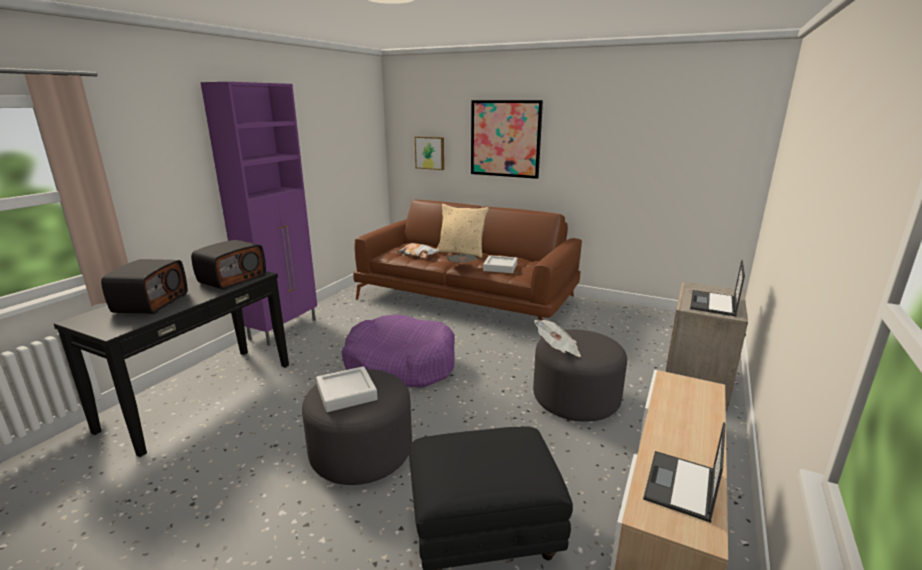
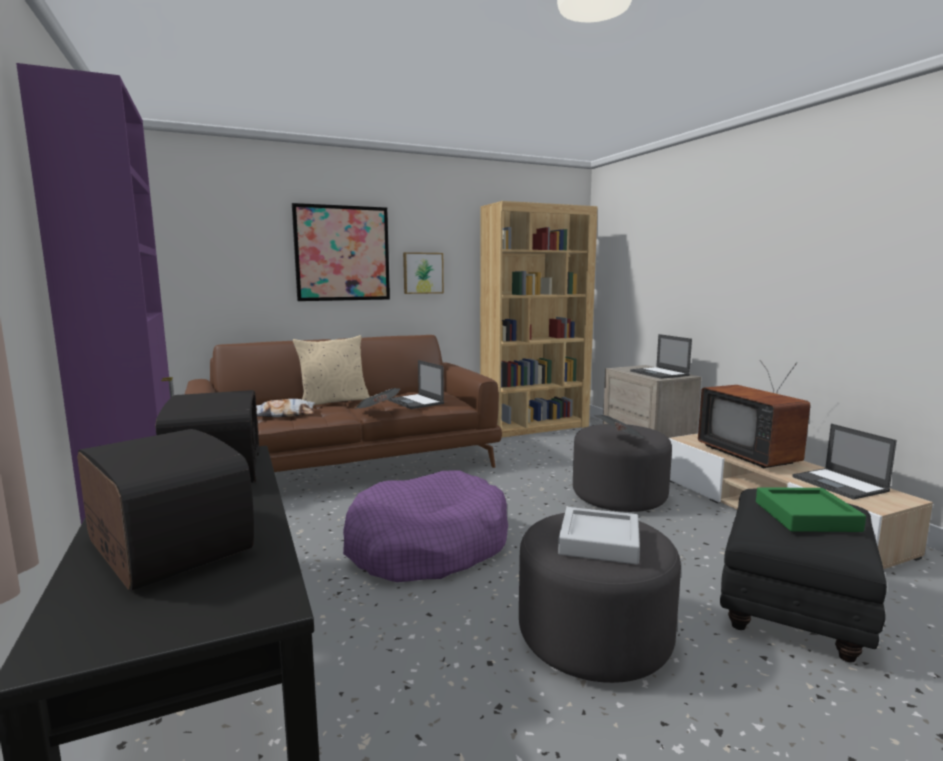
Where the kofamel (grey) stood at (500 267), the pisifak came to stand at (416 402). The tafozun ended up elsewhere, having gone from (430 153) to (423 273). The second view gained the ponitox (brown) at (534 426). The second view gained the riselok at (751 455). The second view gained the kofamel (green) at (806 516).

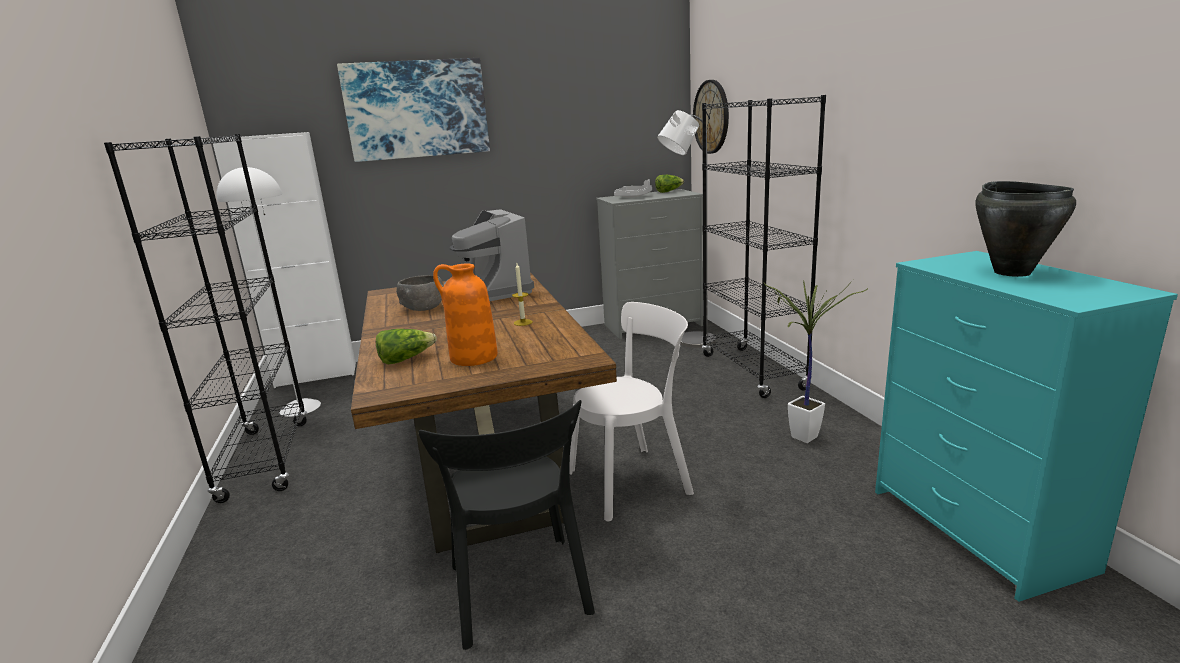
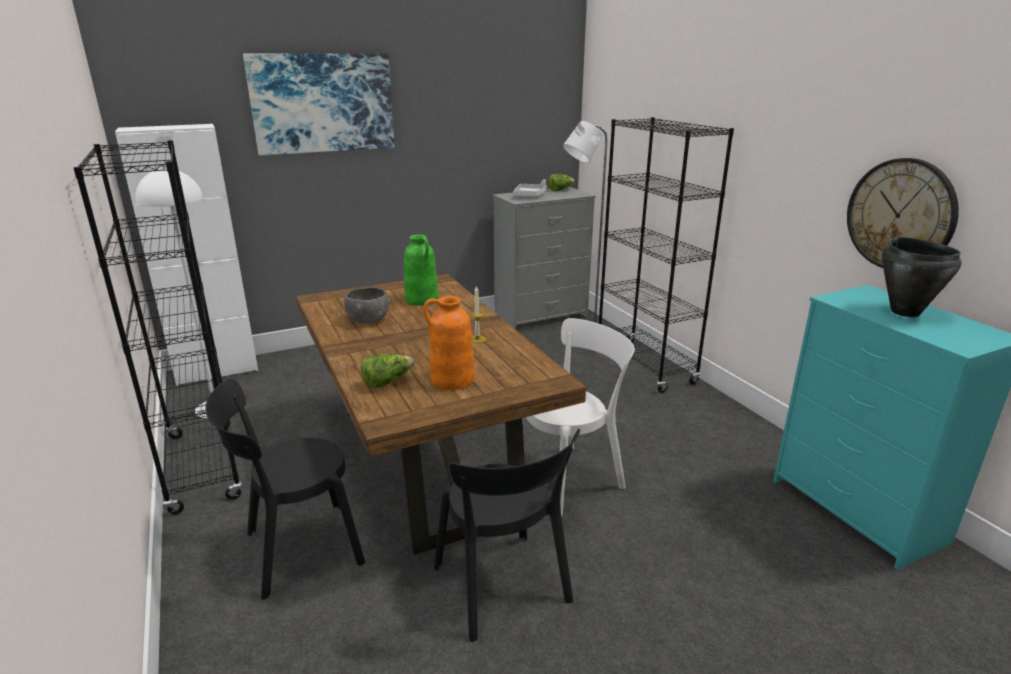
The second view gained the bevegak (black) at (297 549). Where the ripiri stood at (488 291), the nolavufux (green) came to stand at (422 300). The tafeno ended up elsewhere, having gone from (711 117) to (900 214). The second view lost the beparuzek at (801 434).

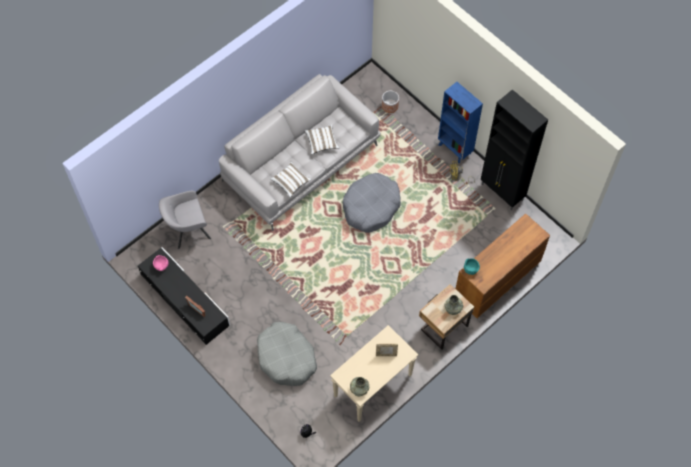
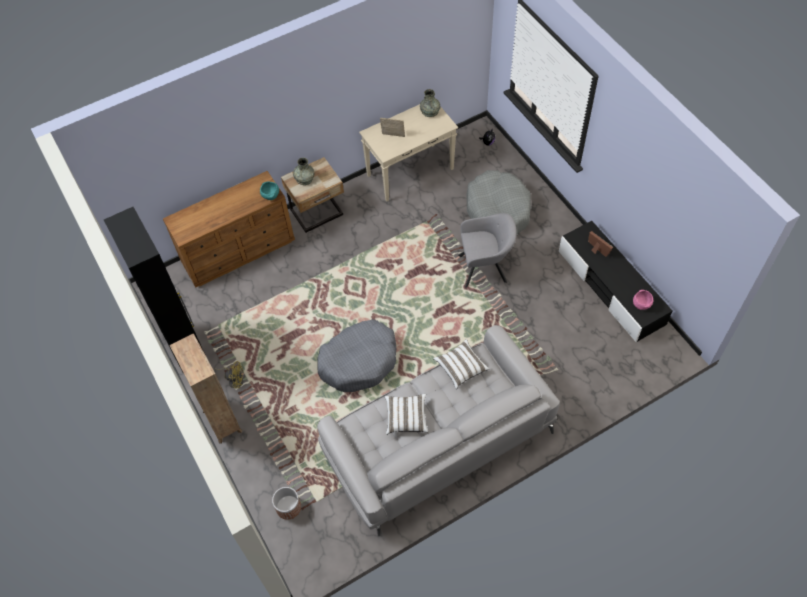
What was the ponitox (blue) at (455 149) turned into the ponitox (brown) at (222 420). The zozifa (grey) ended up elsewhere, having gone from (187 231) to (485 268).

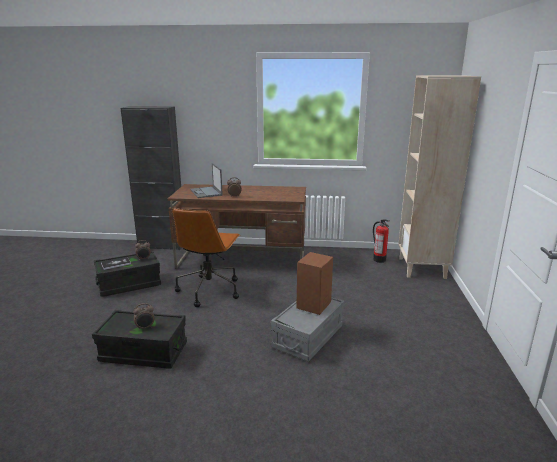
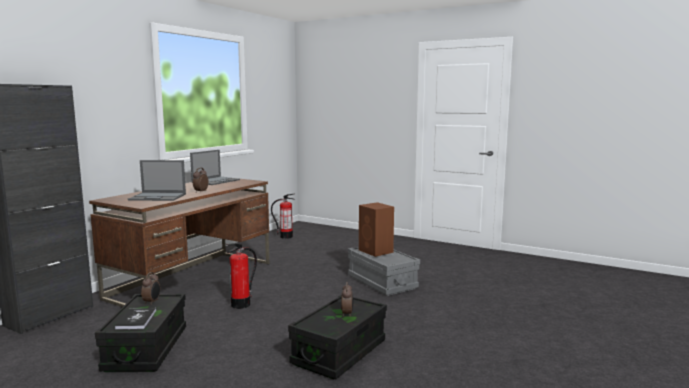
The second view gained the pisifak at (216 181). Where the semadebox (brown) stood at (209 290), the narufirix came to stand at (241 305). The second view lost the ponitox (beige) at (422 268).

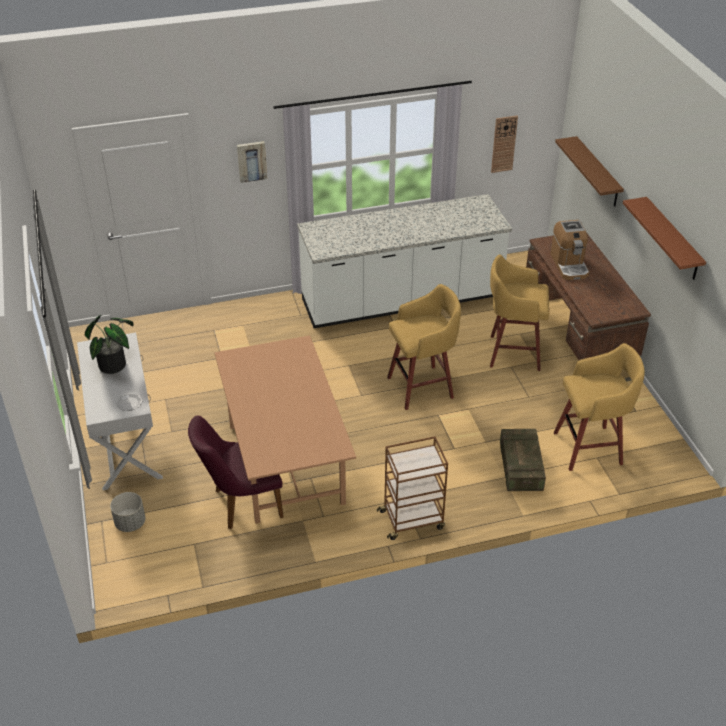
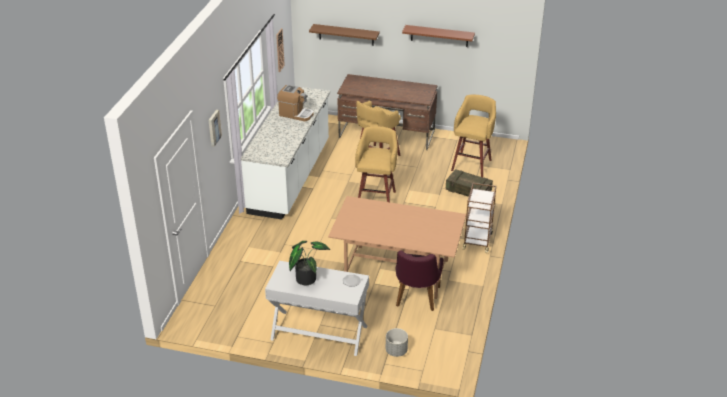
The ripiri ended up elsewhere, having gone from (569 265) to (296 114).

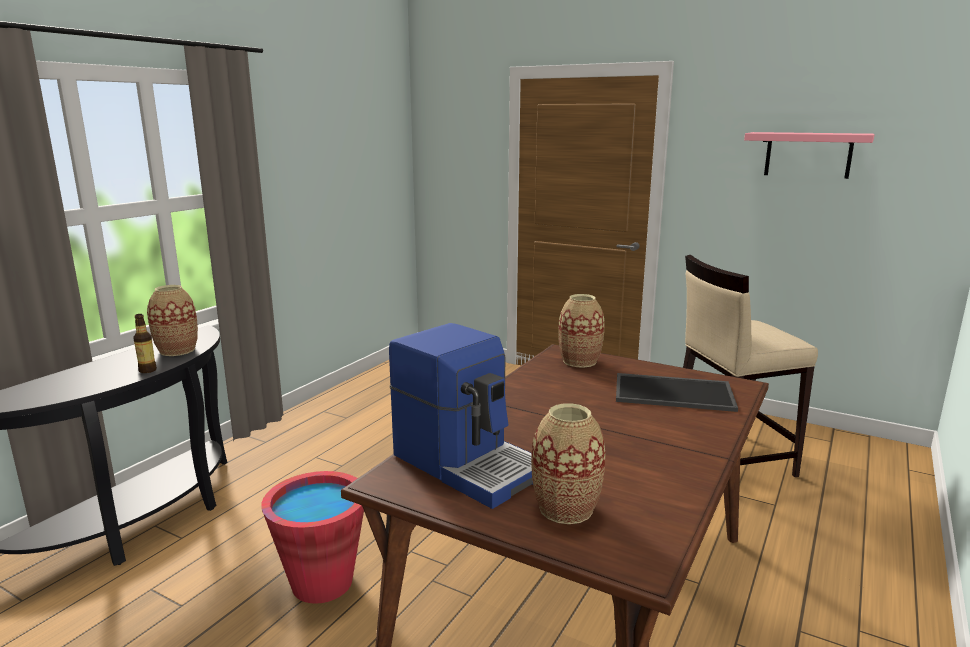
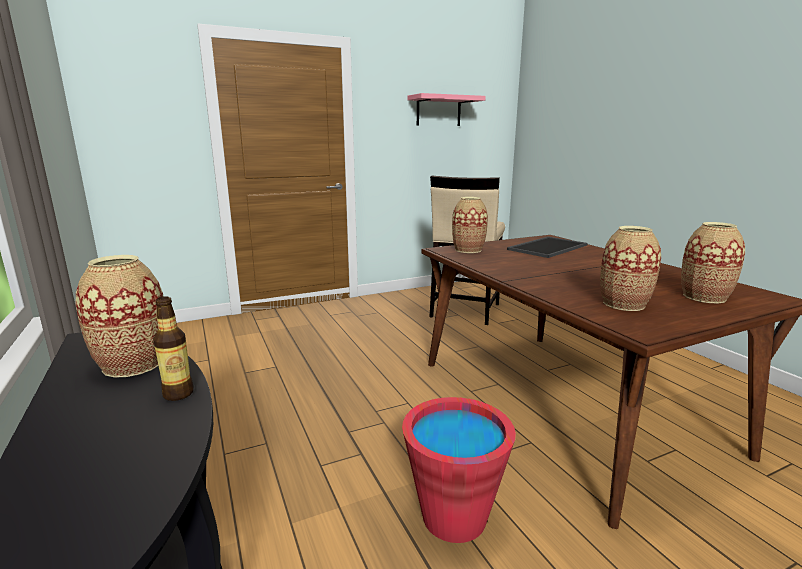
Where the ripiri stood at (469 463), the nolavufux came to stand at (623 304).

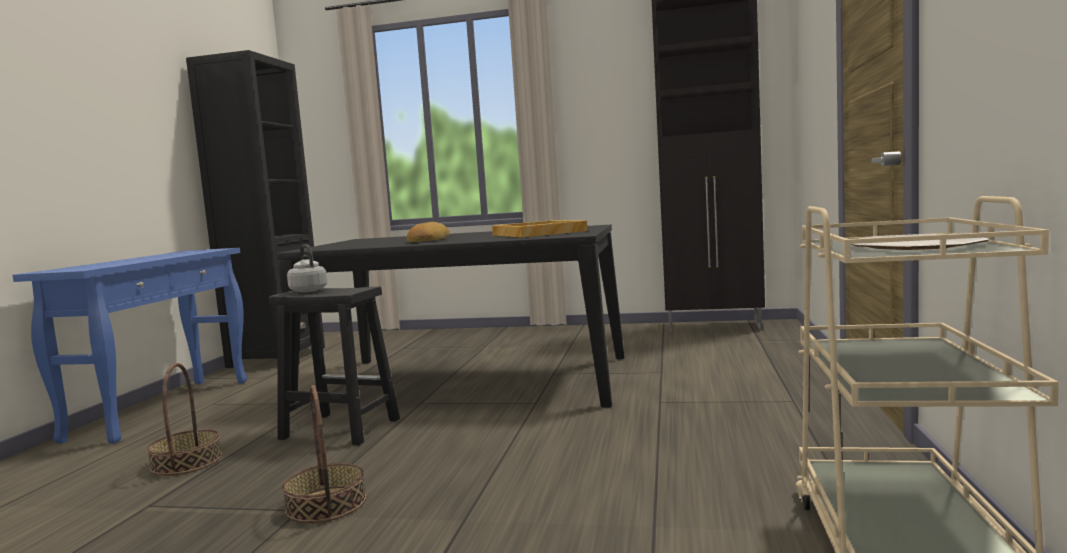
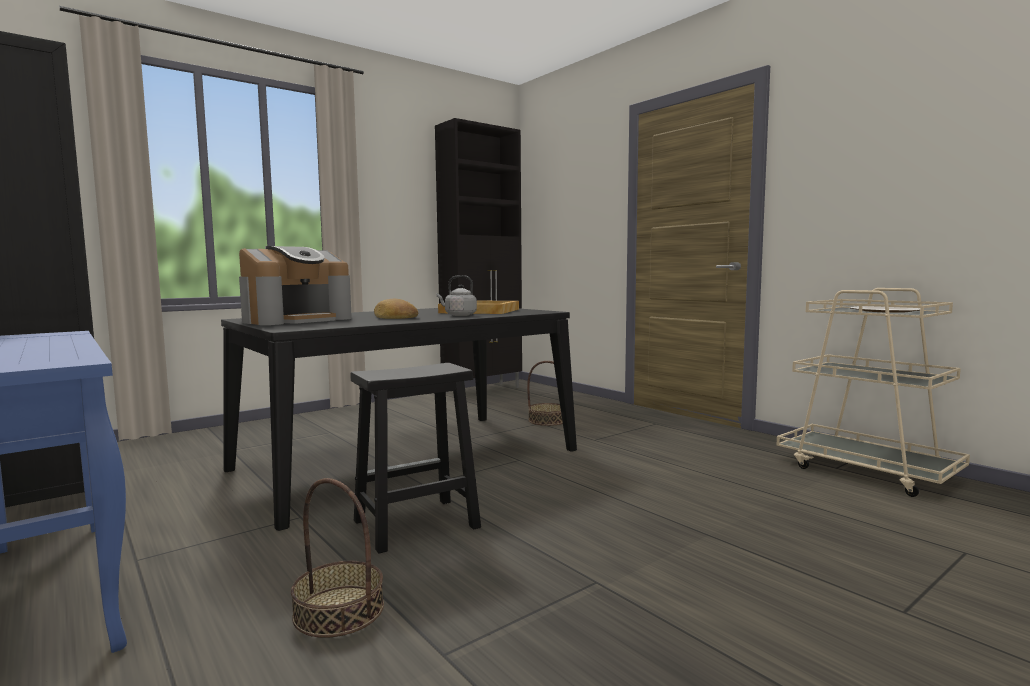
The second view gained the ripiri at (297 320). The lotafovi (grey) ended up elsewhere, having gone from (307 290) to (458 315). The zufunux ended up elsewhere, having gone from (326 504) to (547 420).

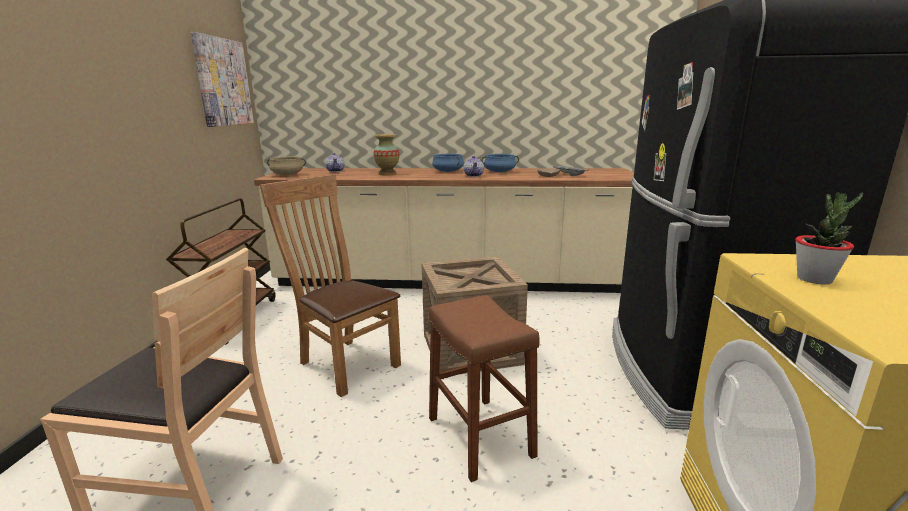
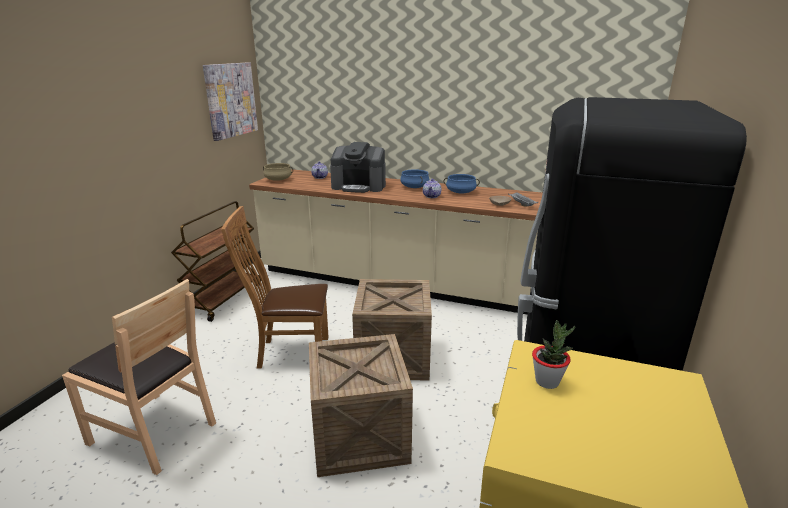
The bevegak (brown) at (344 363) ended up facing another way, 60 degrees counterclockwise from before. Where the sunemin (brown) stood at (480 436), the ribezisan came to stand at (359 436). Where the nolavufux stood at (387 174), the ripiri came to stand at (359 186).

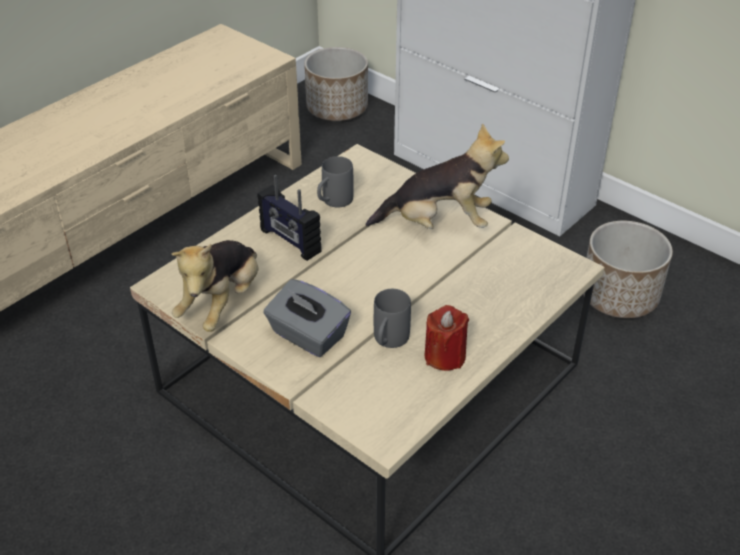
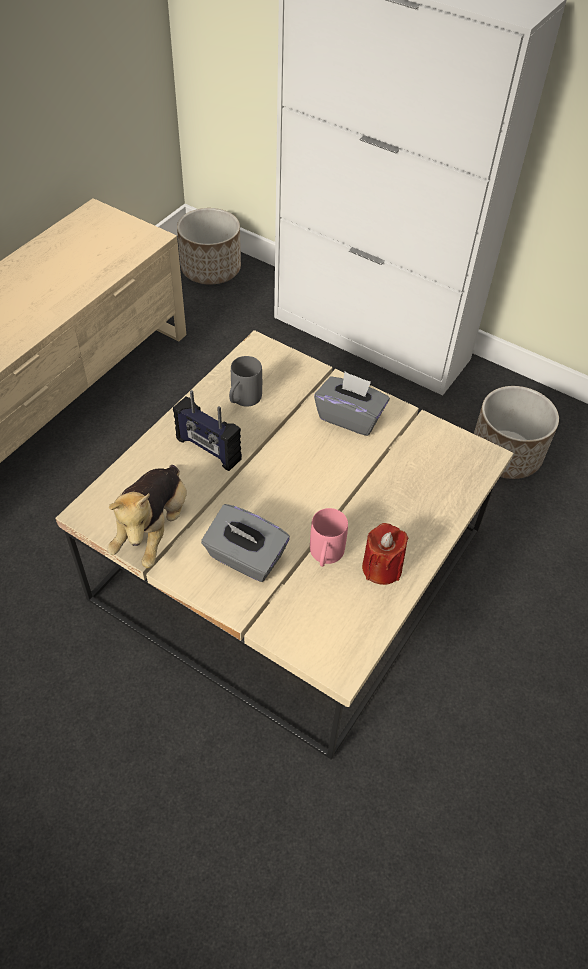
What was the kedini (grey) at (388 341) turned into the kedini (pink) at (325 556). Where the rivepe stood at (438 224), the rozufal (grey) came to stand at (350 417).

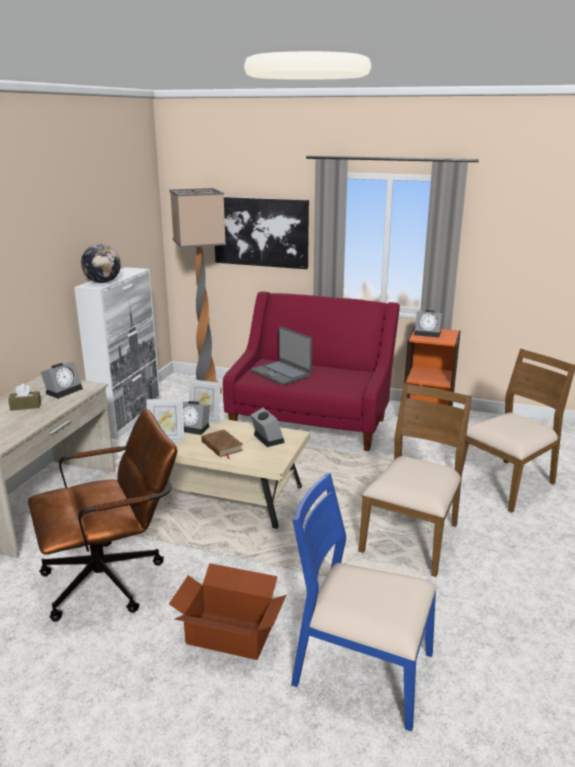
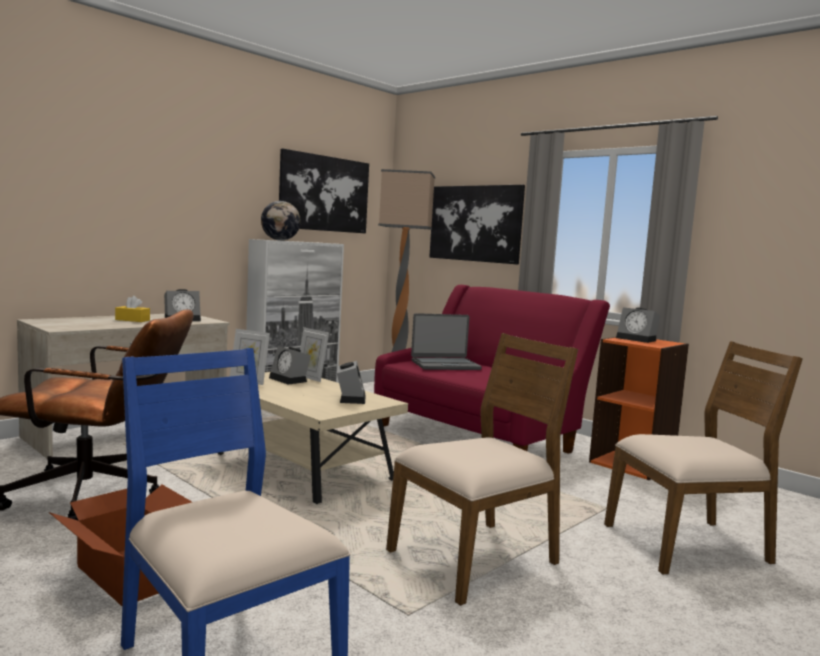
What was the rozufal (brown) at (25 406) turned into the rozufal (yellow) at (132 320). The second view gained the tafozun at (324 193). The pisifak at (281 373) ended up facing another way, 90 degrees counterclockwise from before. The second view lost the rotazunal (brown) at (221 446).

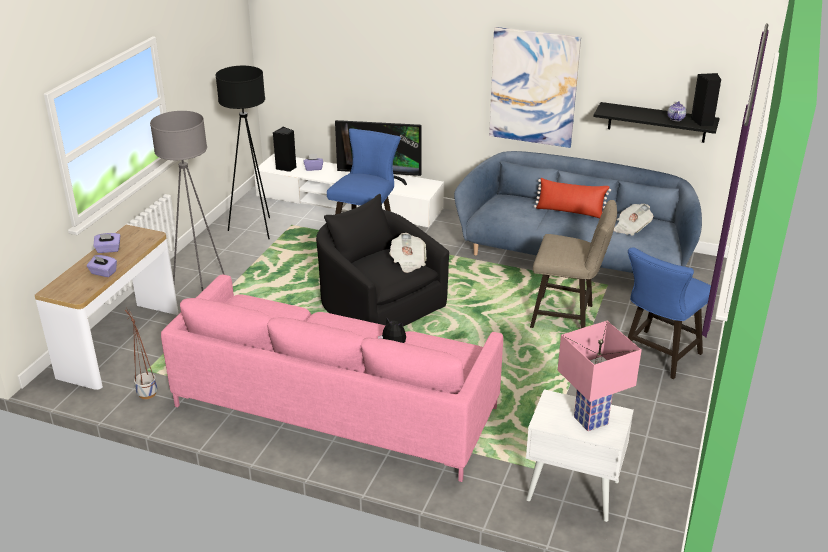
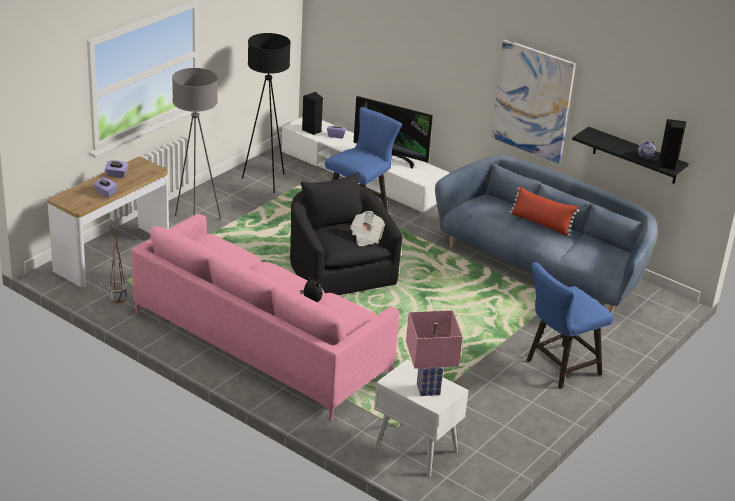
The second view lost the sunemin (beige) at (567 317). The second view lost the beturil at (631 228).

